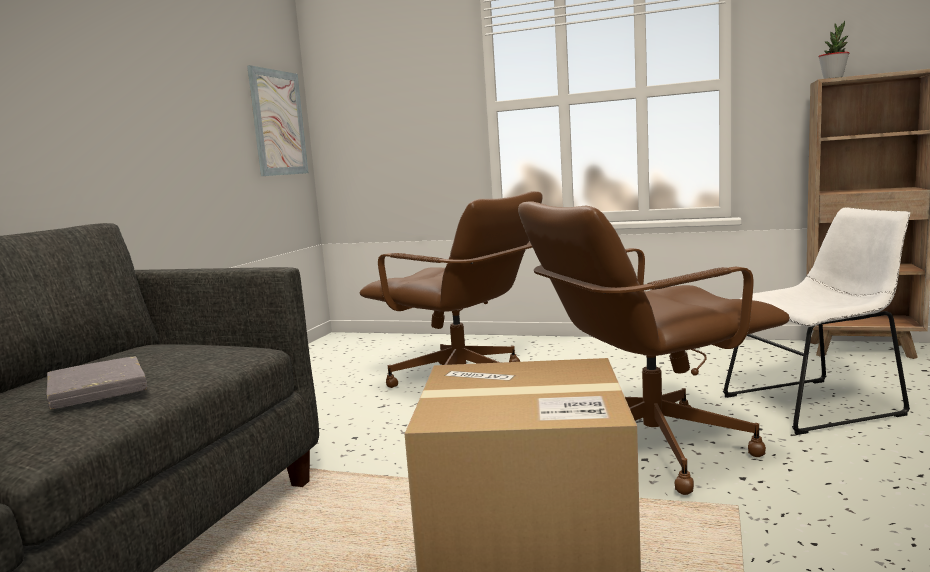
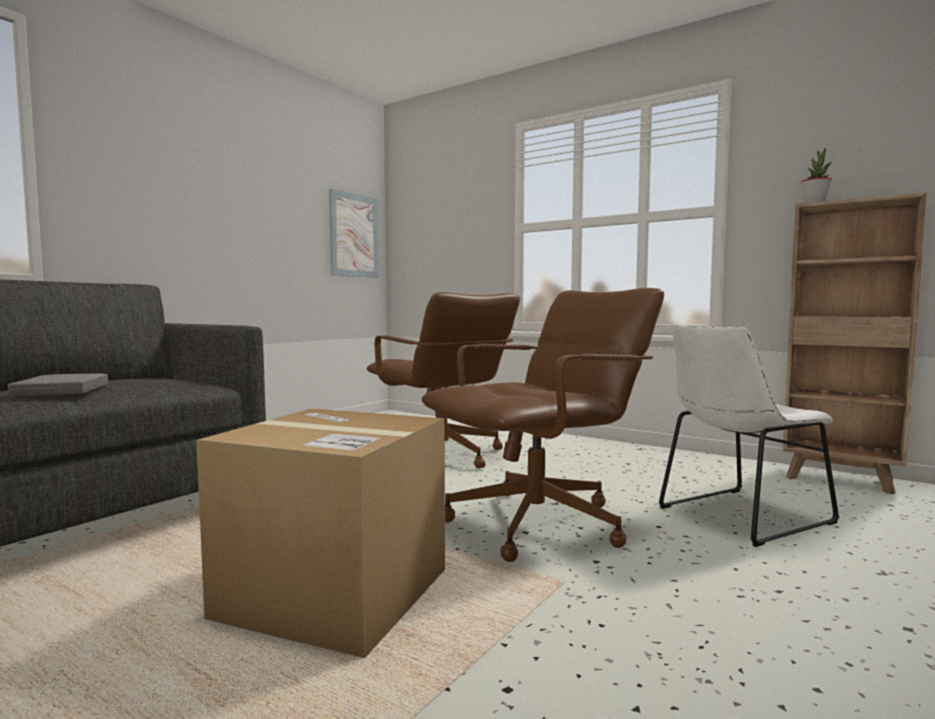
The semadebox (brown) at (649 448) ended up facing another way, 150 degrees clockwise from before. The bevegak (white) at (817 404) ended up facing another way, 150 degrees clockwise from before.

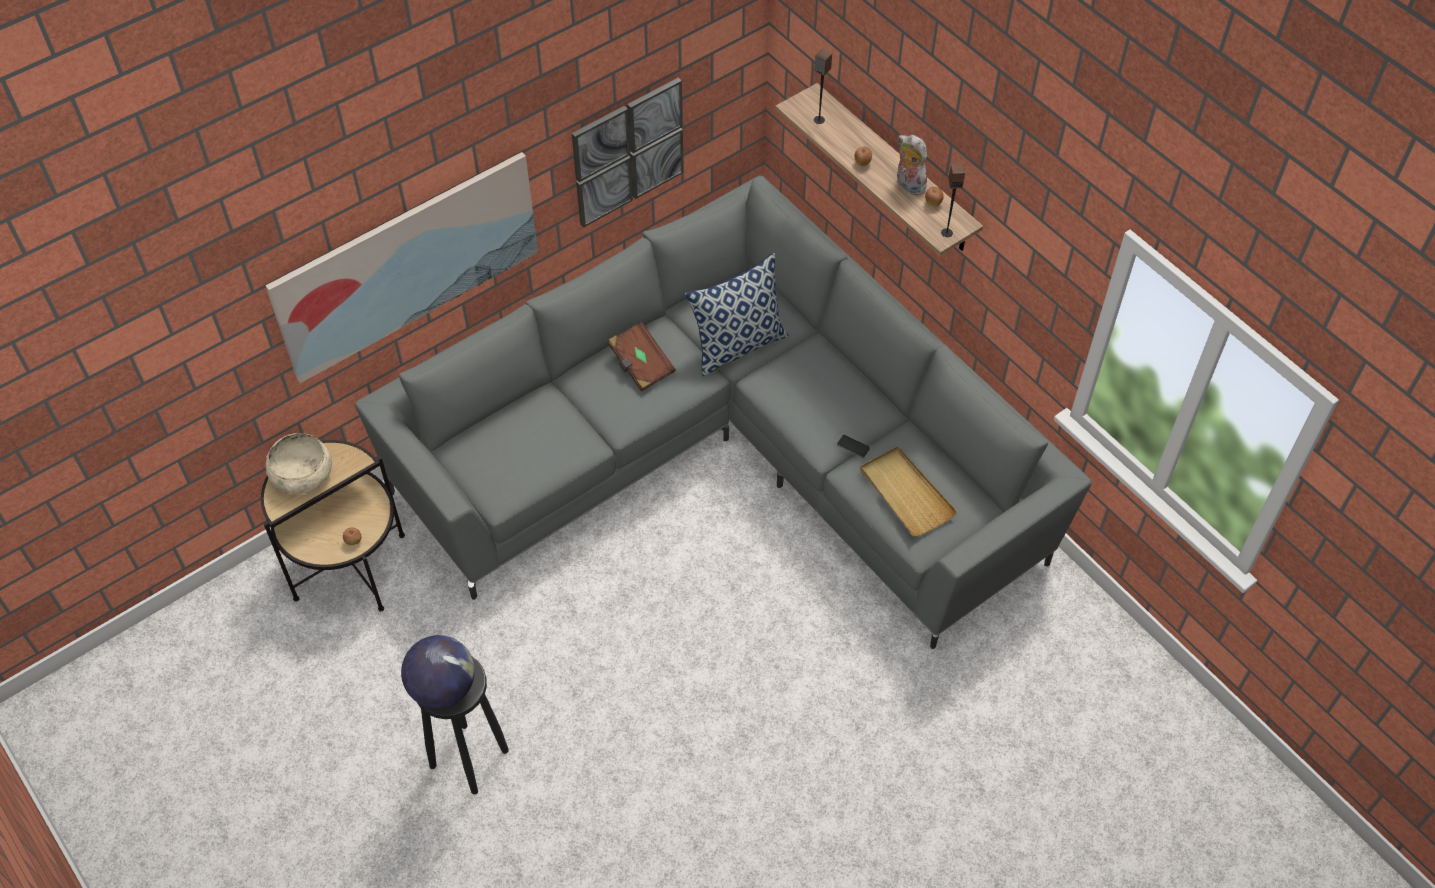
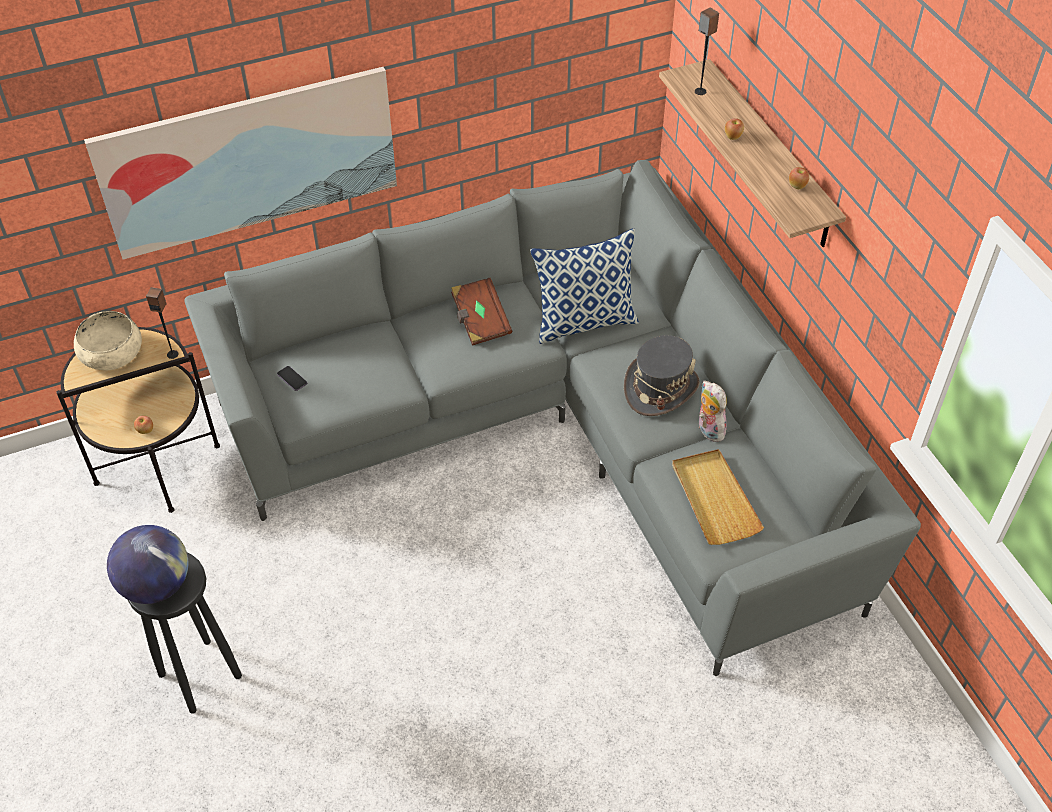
The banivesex ended up elsewhere, having gone from (946 232) to (172 354). The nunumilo ended up elsewhere, having gone from (853 447) to (292 379). The second view gained the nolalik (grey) at (660 388). The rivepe ended up elsewhere, having gone from (908 185) to (708 429). The second view lost the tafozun at (628 152).

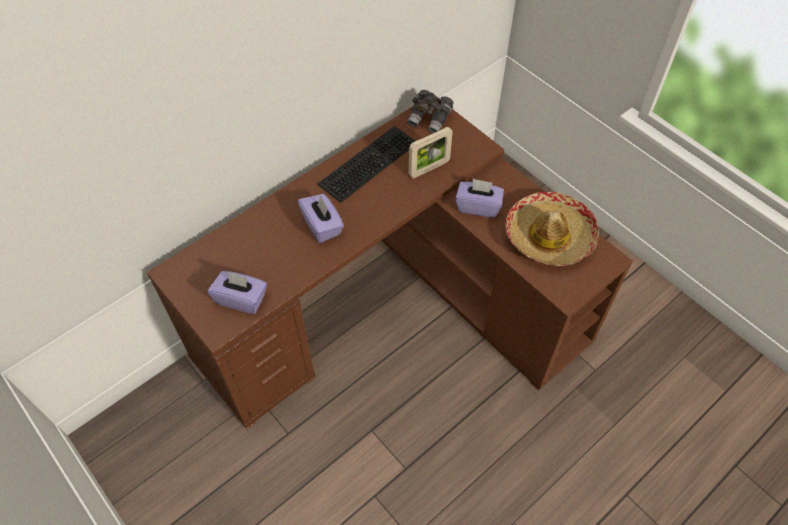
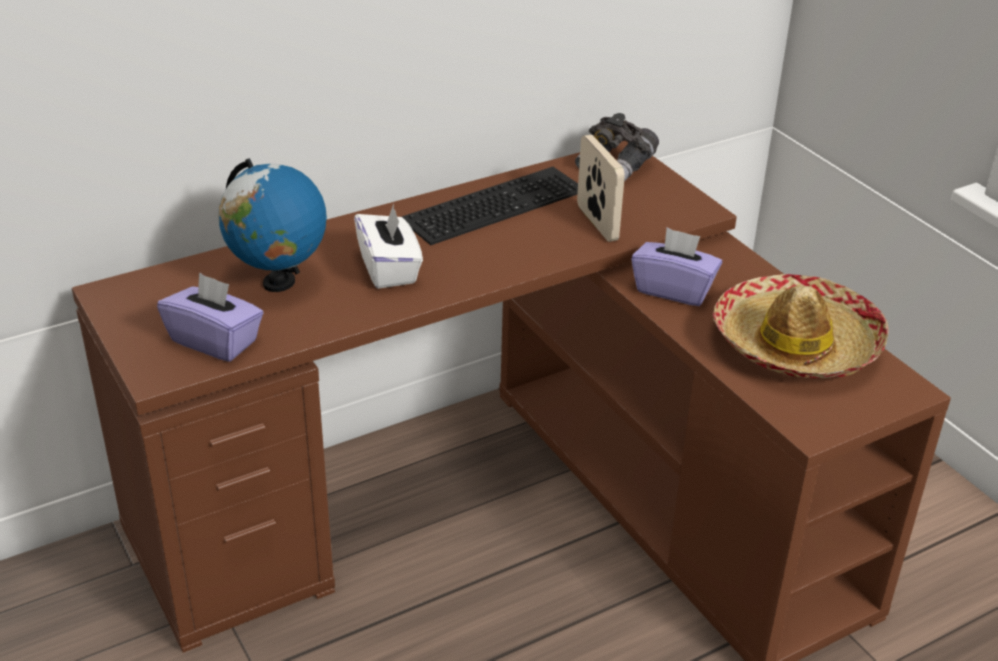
The second view gained the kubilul at (278 283). What was the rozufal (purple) at (322 226) turned into the rozufal (white) at (389 269). The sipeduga at (429 168) ended up facing another way, 90 degrees counterclockwise from before.

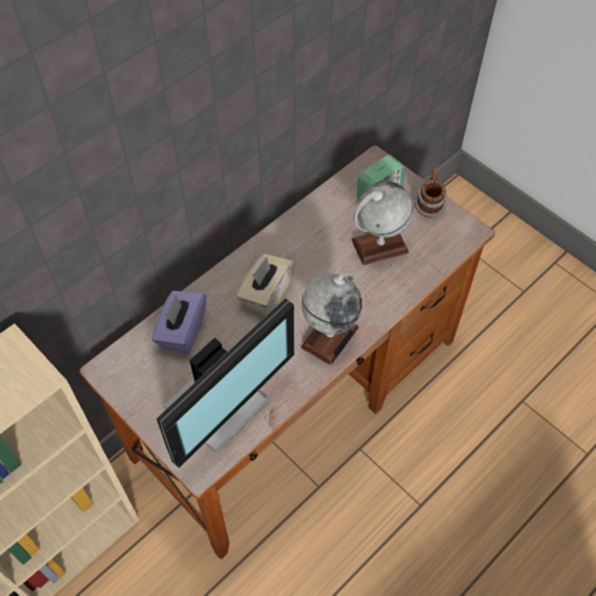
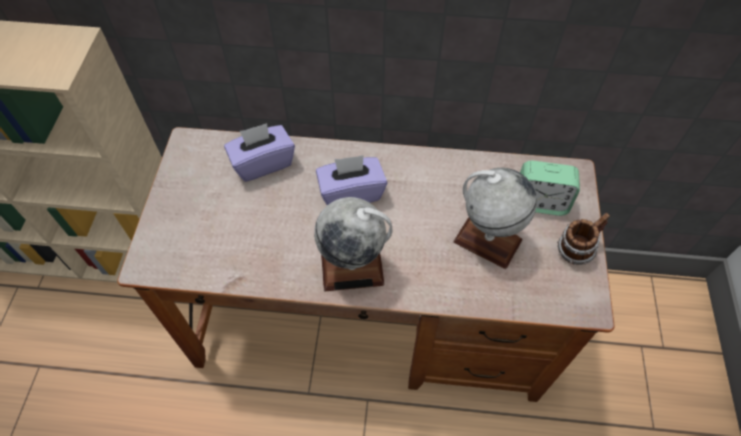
What was the rozufal (beige) at (266 294) turned into the rozufal (purple) at (351 192). The second view lost the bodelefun at (220 406).

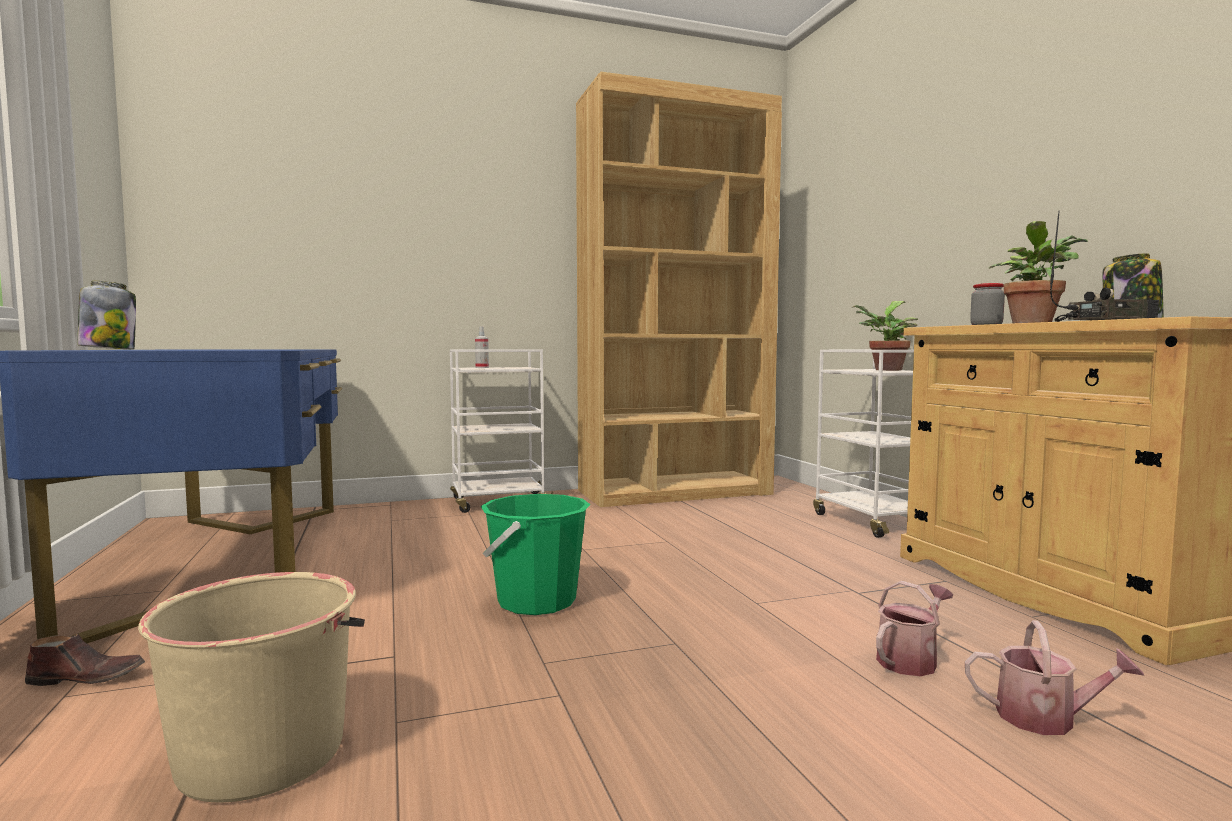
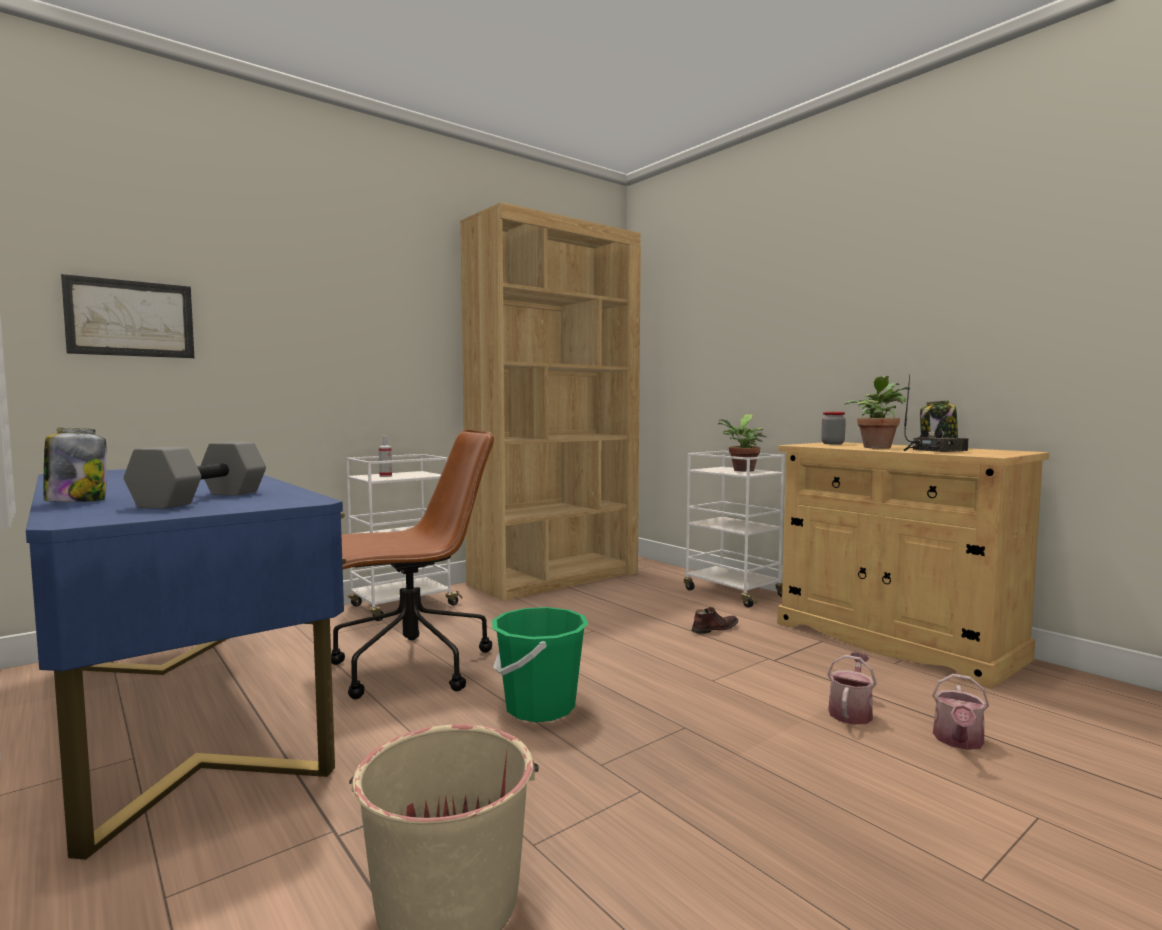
The second view gained the tafozun at (131 318). The second view gained the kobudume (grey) at (201 499). The second view gained the semadebox (brown) at (409 667). The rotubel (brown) ended up elsewhere, having gone from (88 677) to (714 629). The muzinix at (1046 719) ended up facing another way, 120 degrees clockwise from before.

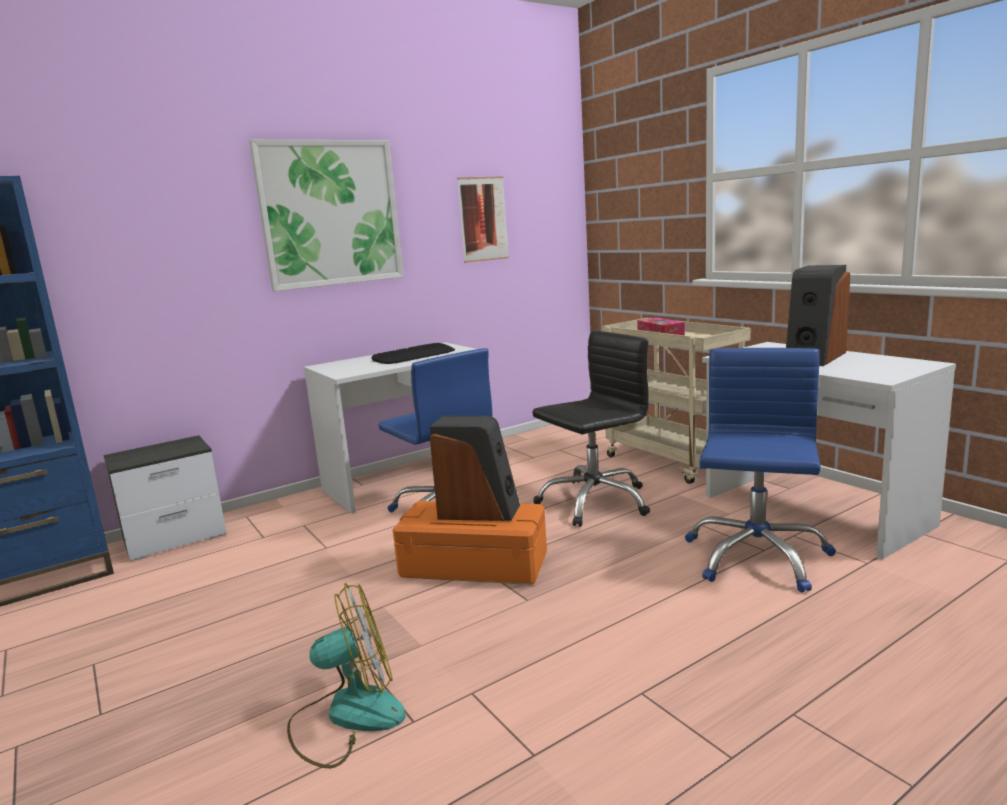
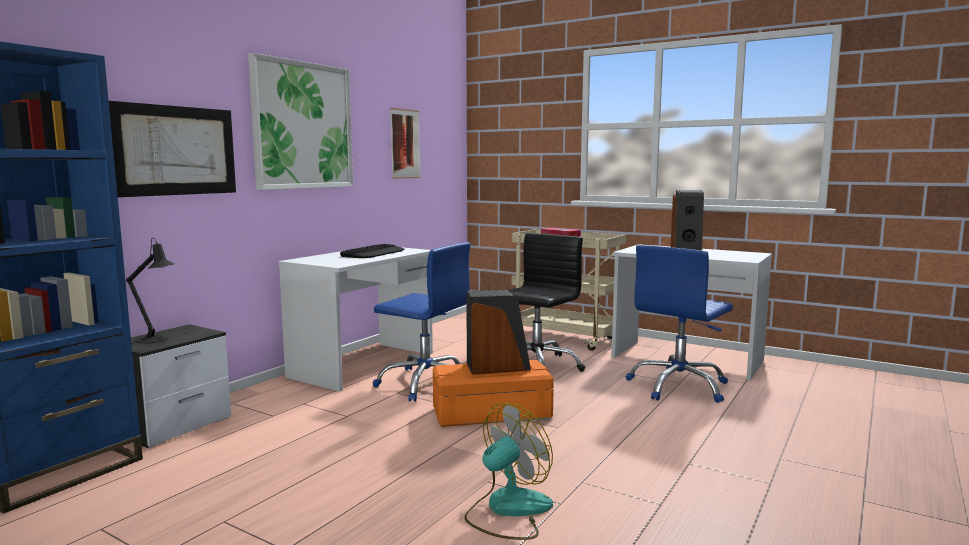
The second view gained the tafozun at (176 150). The second view gained the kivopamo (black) at (156 339). The semadebox (blue) at (756 556) ended up facing another way, 135 degrees counterclockwise from before.

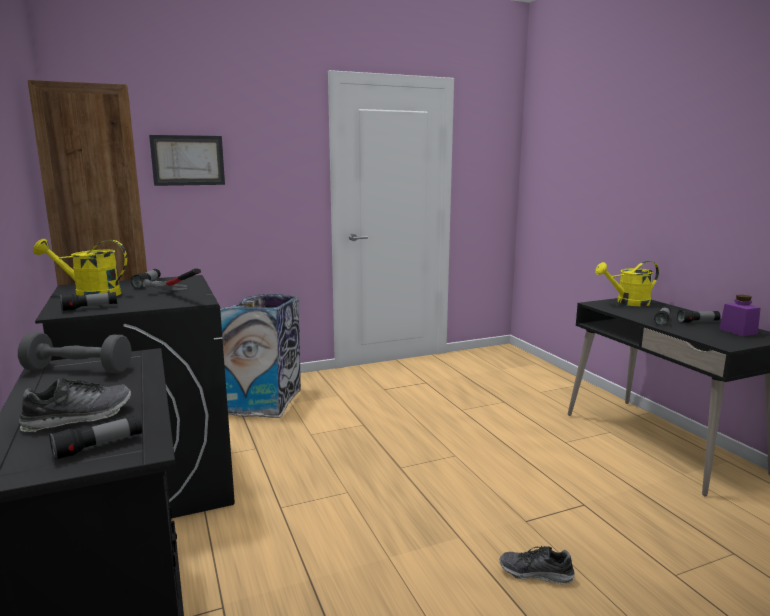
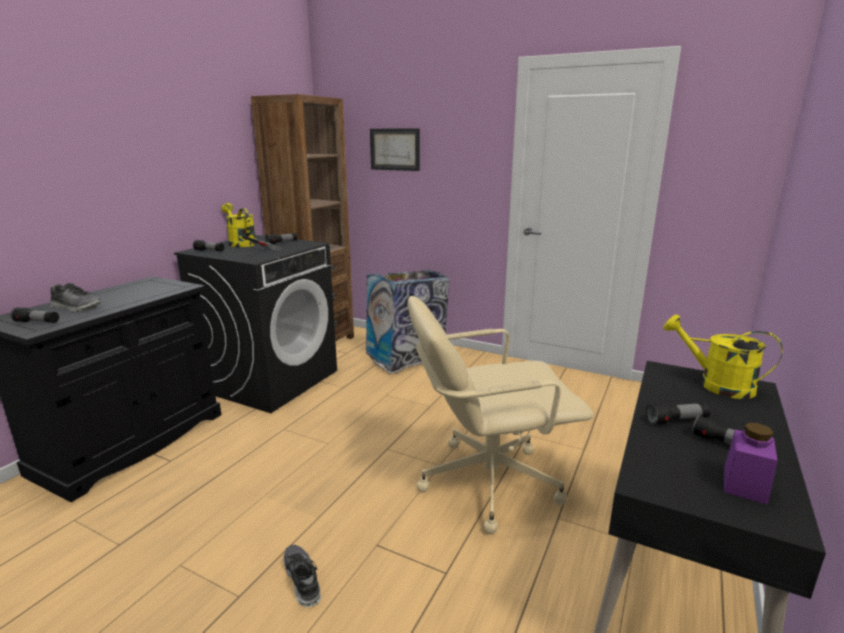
The second view gained the semadebox (beige) at (487 481). The second view lost the kobudume (grey) at (78 370).

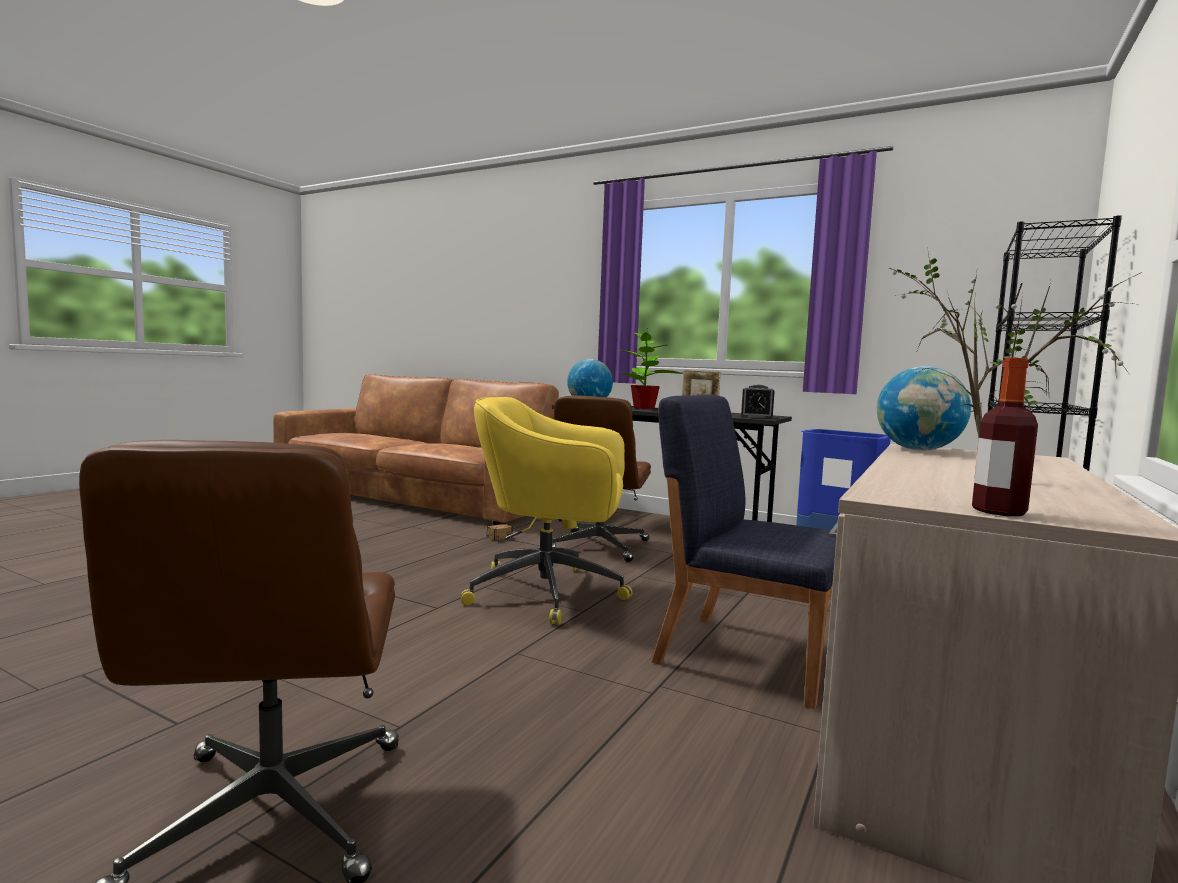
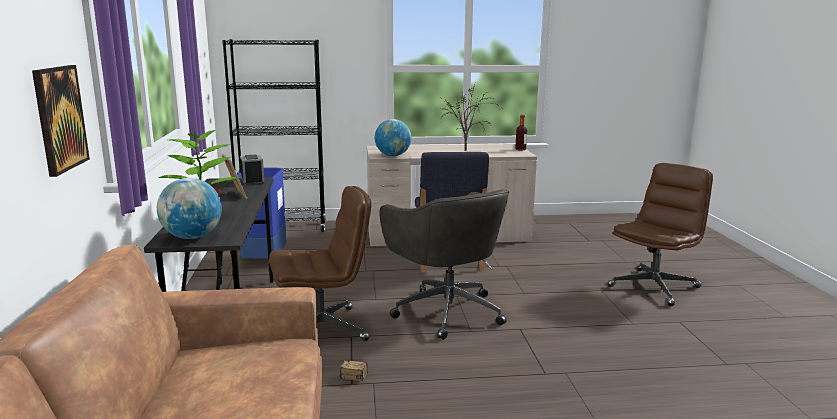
The second view gained the tafozun at (59 118). What was the semadebox (yellow) at (551 593) turned into the semadebox (grey) at (446 310).

